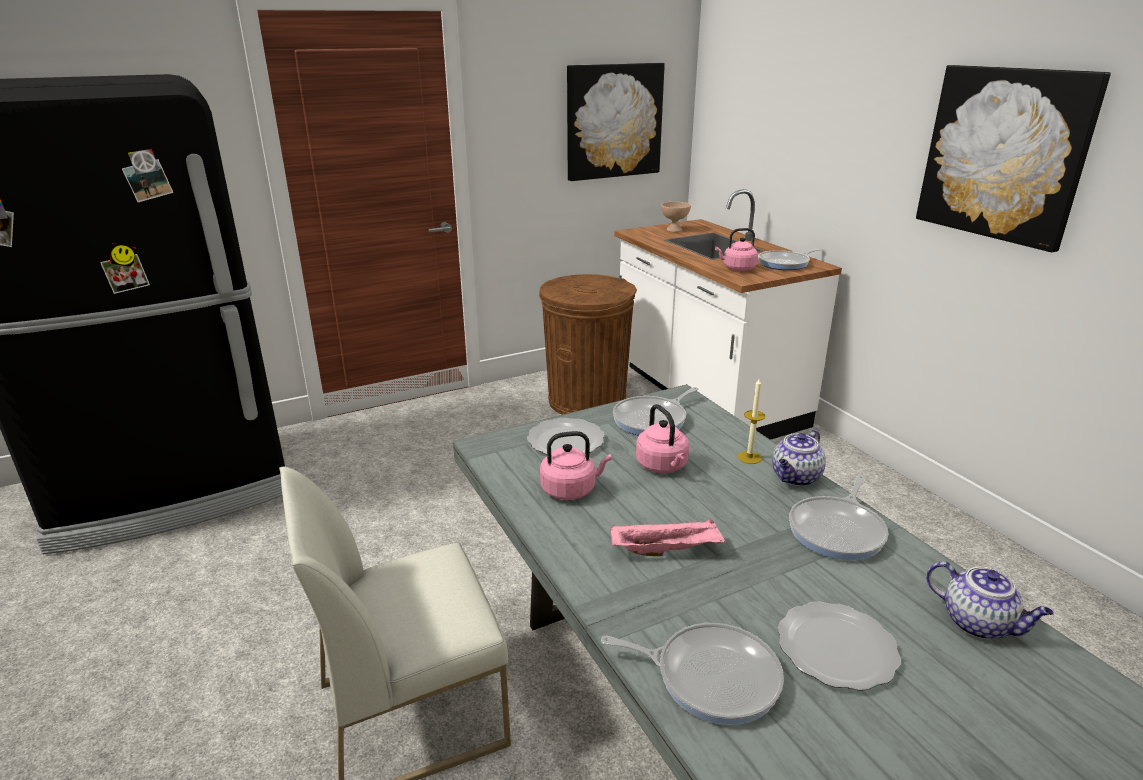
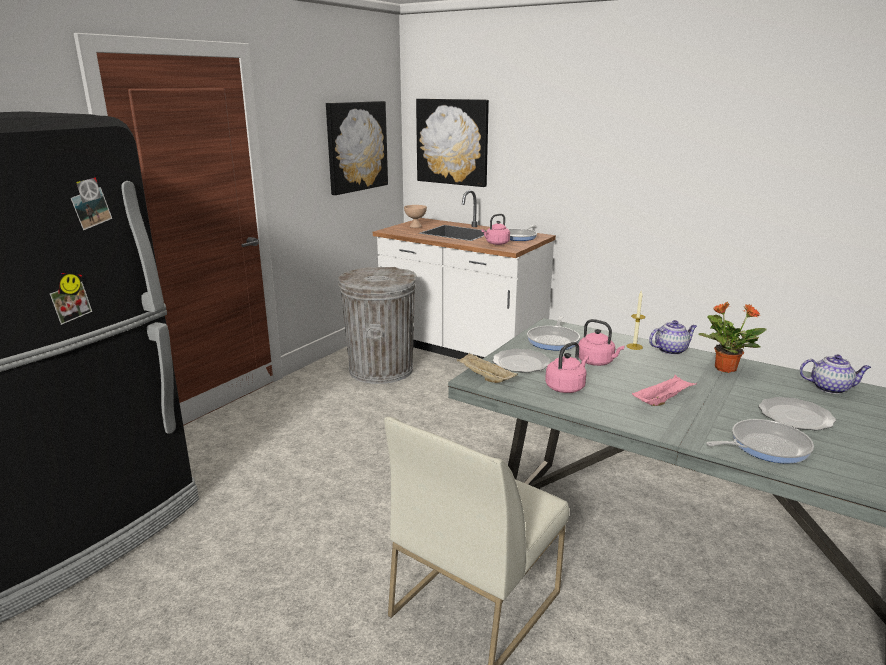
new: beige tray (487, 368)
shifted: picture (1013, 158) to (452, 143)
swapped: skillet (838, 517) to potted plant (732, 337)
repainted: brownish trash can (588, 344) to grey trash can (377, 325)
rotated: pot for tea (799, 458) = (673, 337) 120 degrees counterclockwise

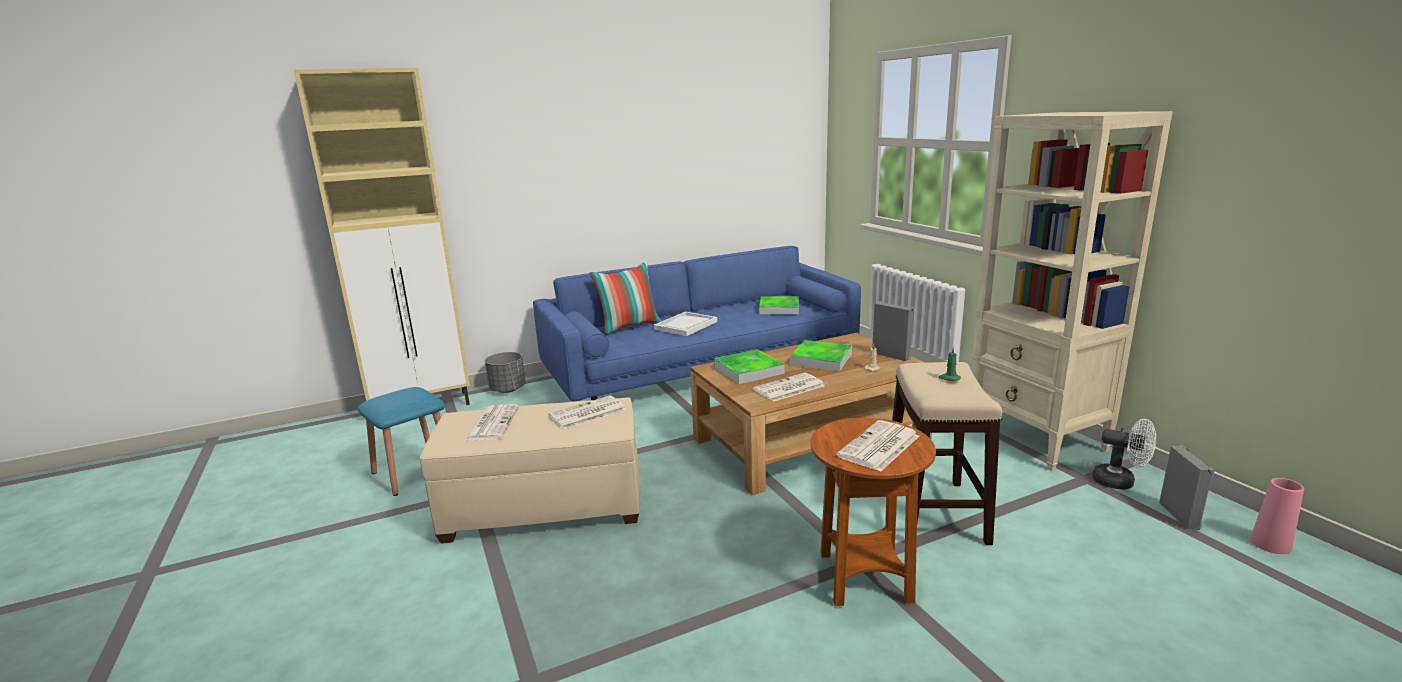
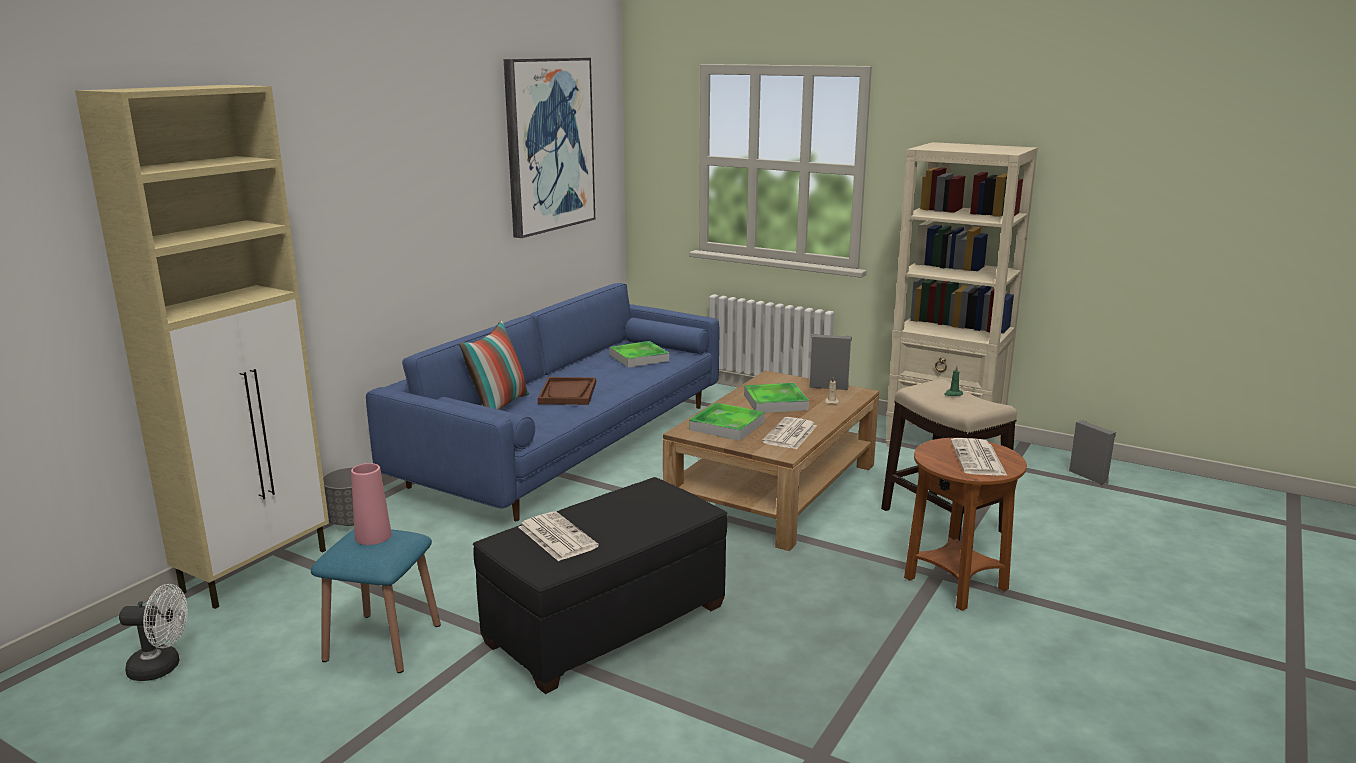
gone: newspaper (587, 412)
new: picture (549, 148)
shifted: whitish cooling fan (1124, 454) to (153, 632); pink-coloured vase (1277, 516) to (371, 504)
repainted: beige footrest (529, 470) to black-coloured footrest (600, 585); whitish tray (685, 324) to brownish tray (567, 391)

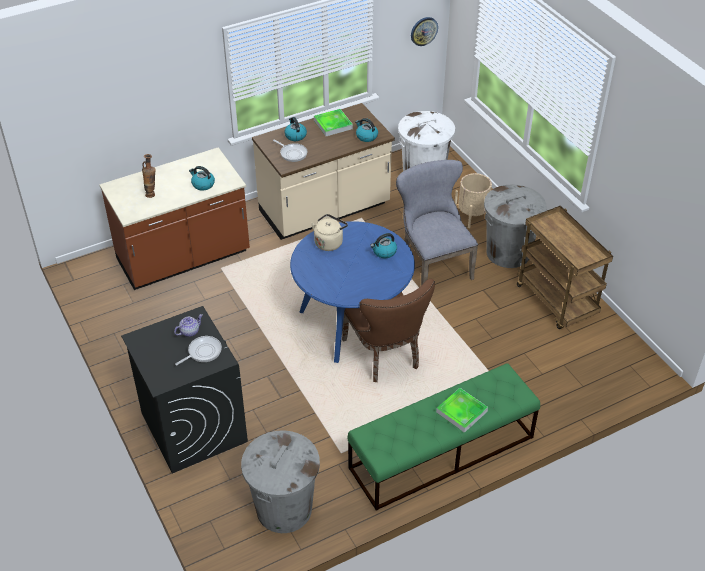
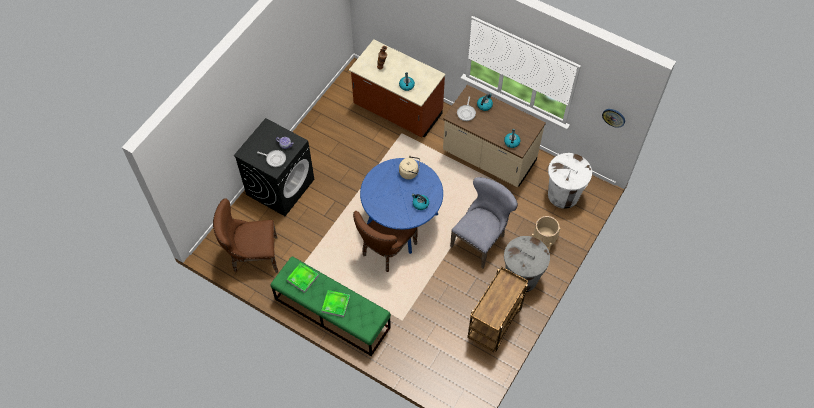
shifted: tray (333, 122) to (302, 278)
swapped: grey trash can (280, 481) to brownish chair (245, 235)

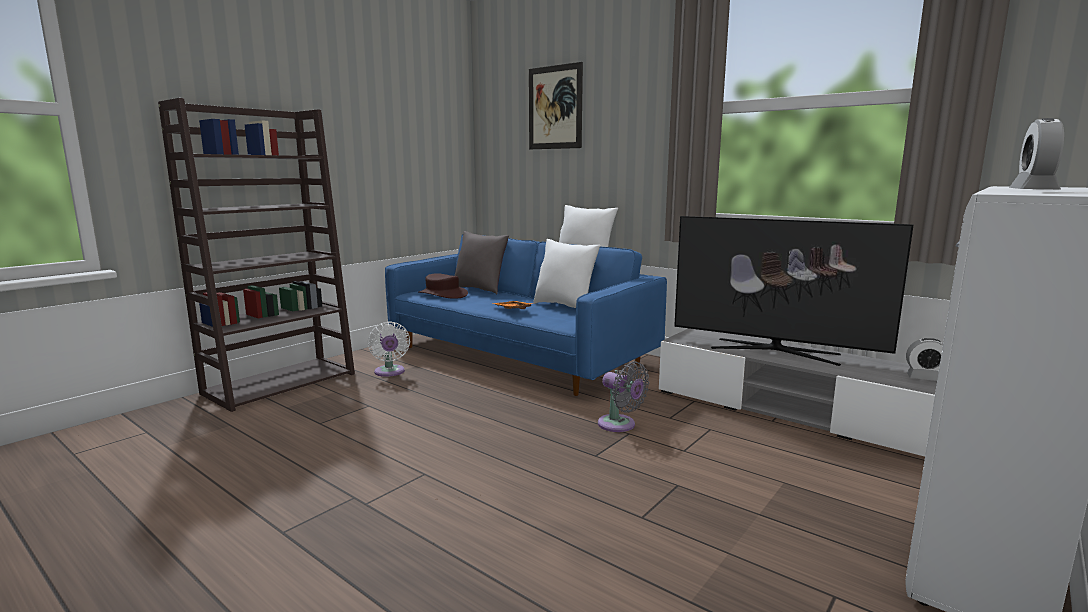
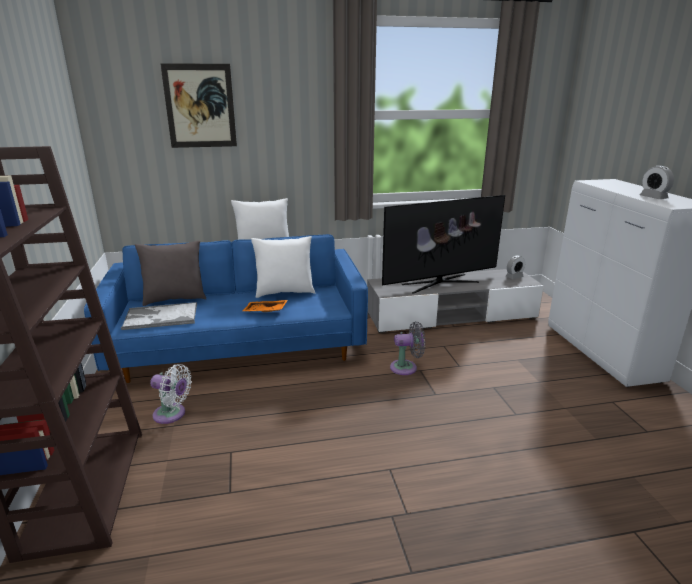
swapped: brownish wearable hat (443, 286) to tray (159, 316)

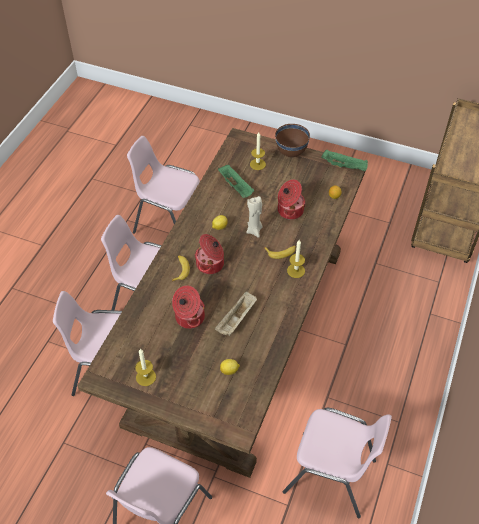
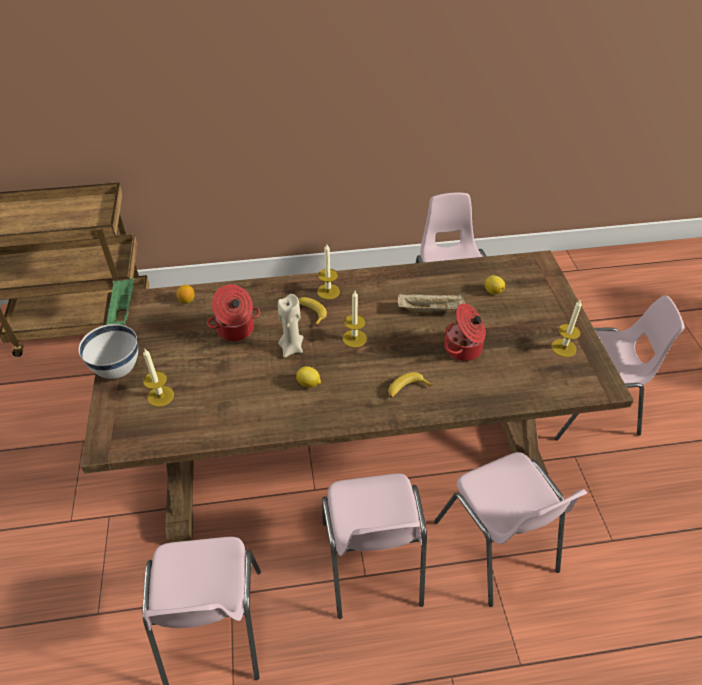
gone: stockpot (209, 254); green-coloured tray (236, 181)
new: wax candle (355, 319)
repainted: brownish deep dish (292, 140) to whitish deep dish (108, 351)

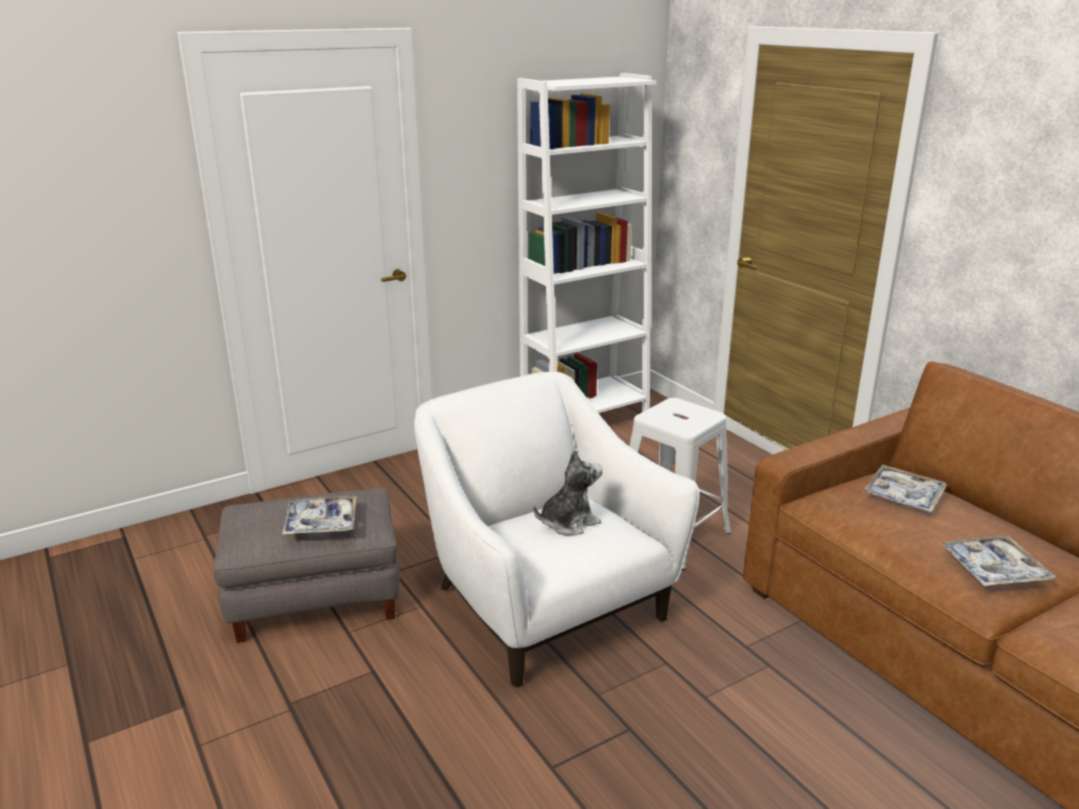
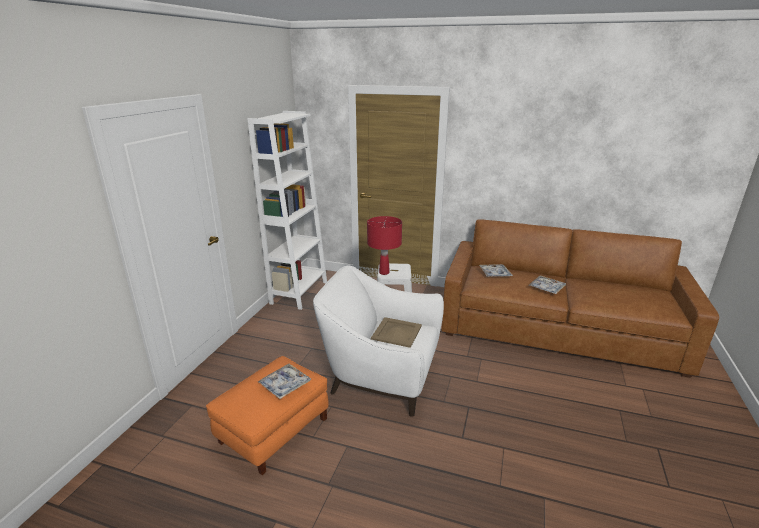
new: red lamp for a table (384, 245)
swapped: soft toy (568, 492) to beige tray (396, 332)
repainted: grey footrest (307, 565) to orangey footrest (267, 415)

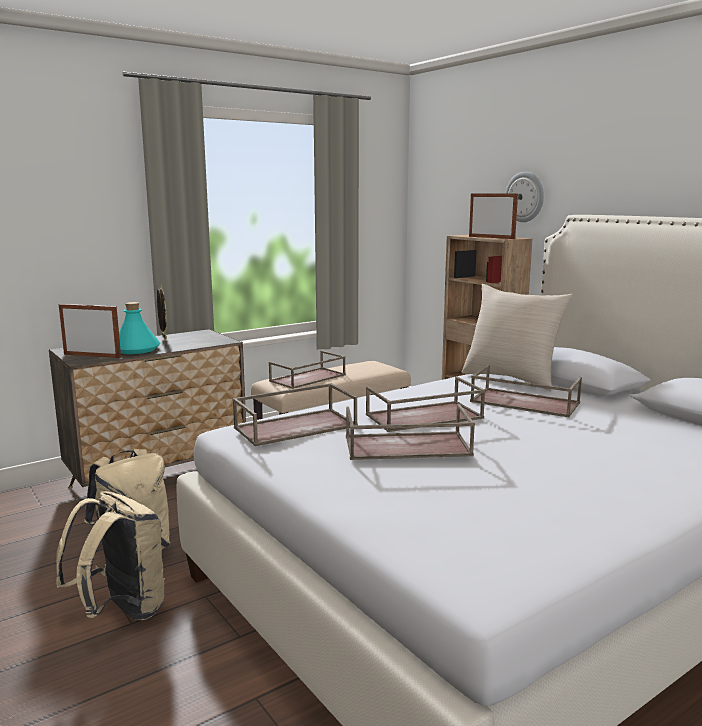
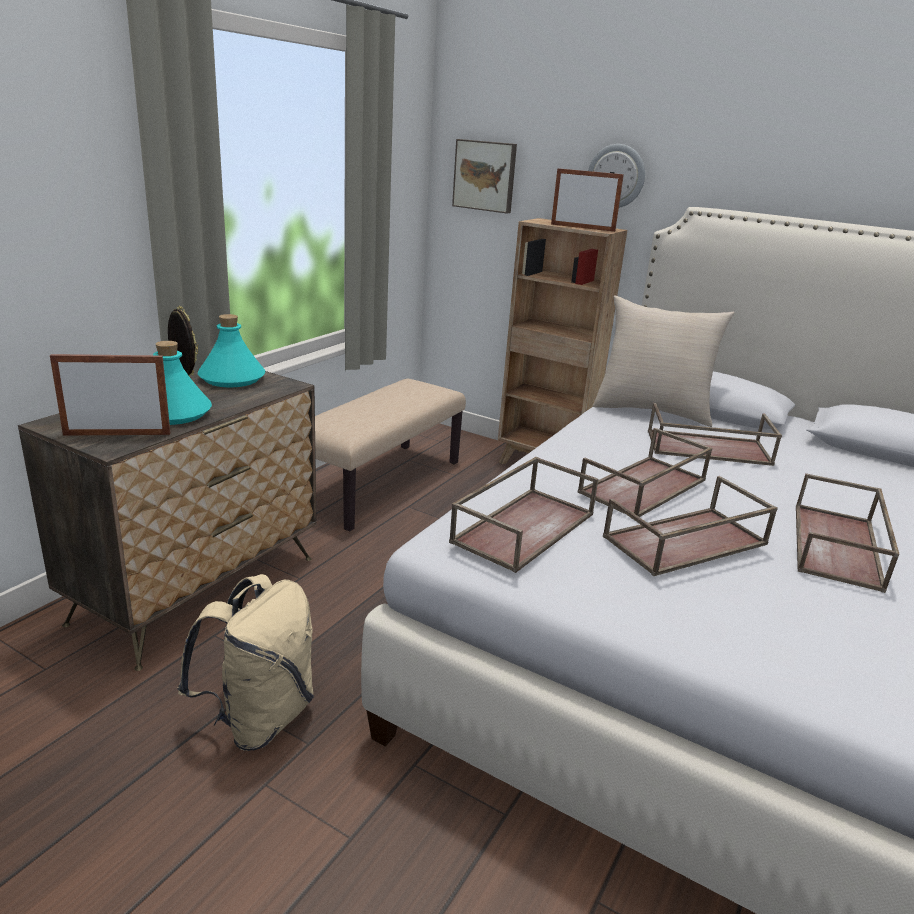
gone: beige backpack (110, 555)
new: turquoise-coloured bottle (231, 350); picture (484, 176)
shifted: brownish tray (307, 370) to (847, 533)

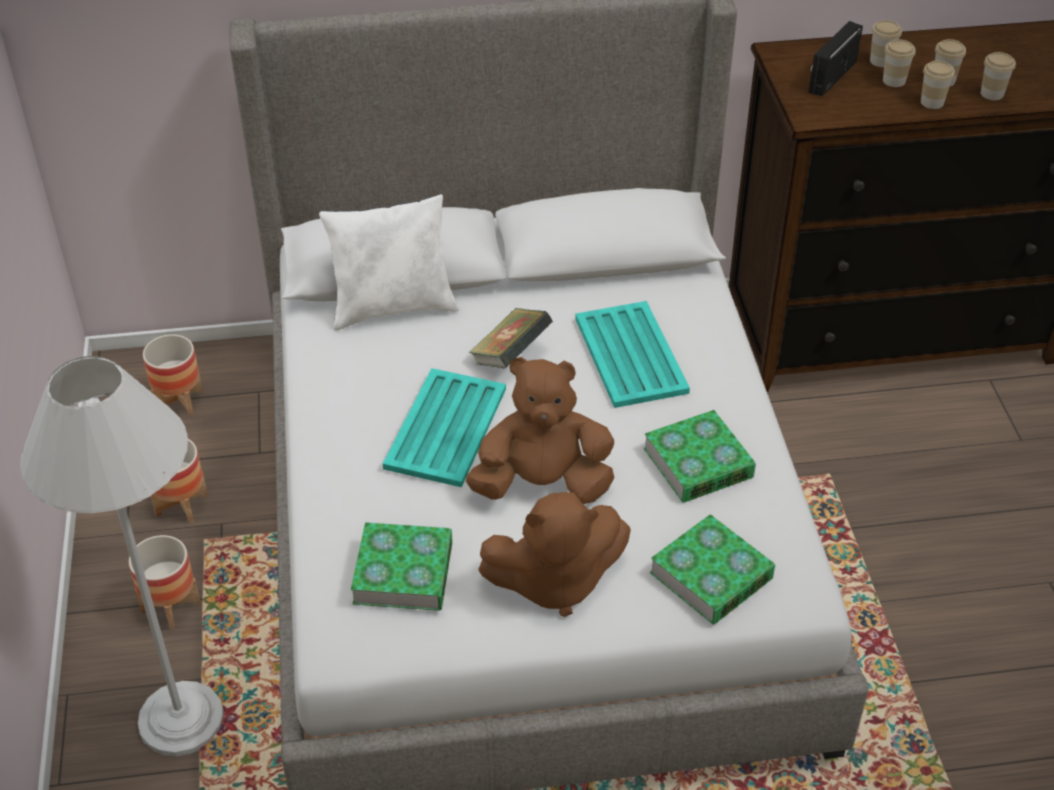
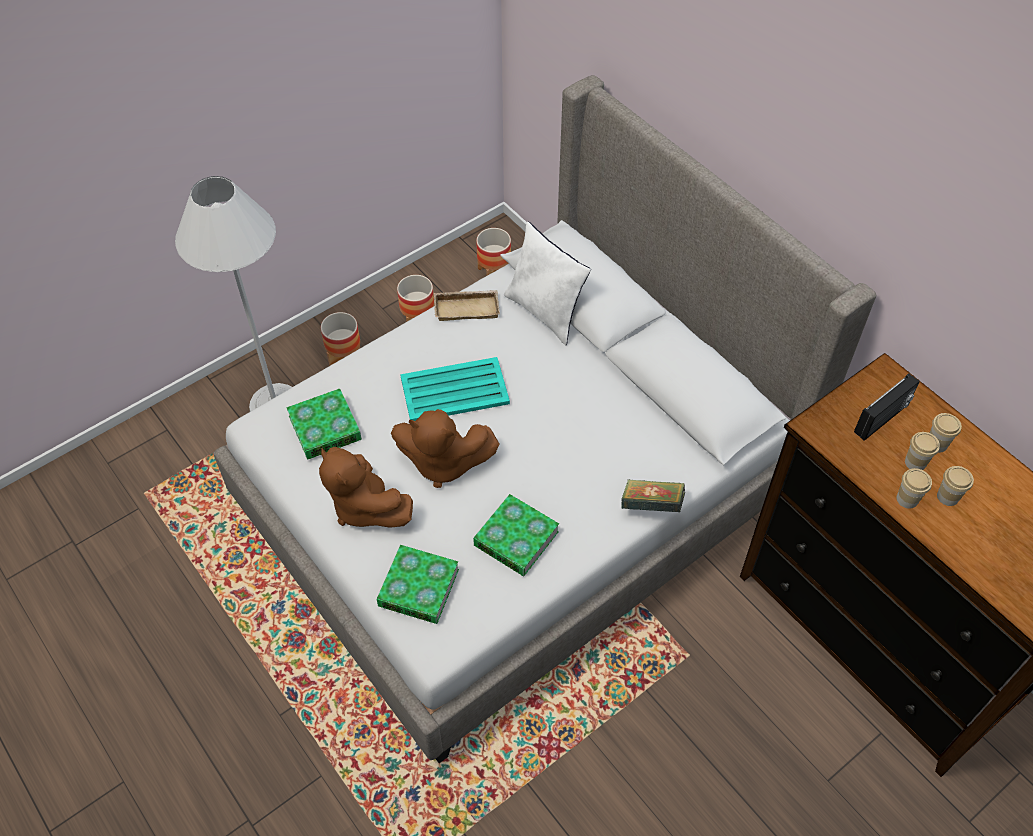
gone: turquoise-coloured tray (632, 354); cup (998, 76)
new: beige tray (467, 305)
shifted: volume (511, 338) to (653, 496)
rotated: brownish soft toy (540, 430) = (445, 448) 135 degrees clockwise; radio receiver (836, 59) = (887, 407) 135 degrees clockwise

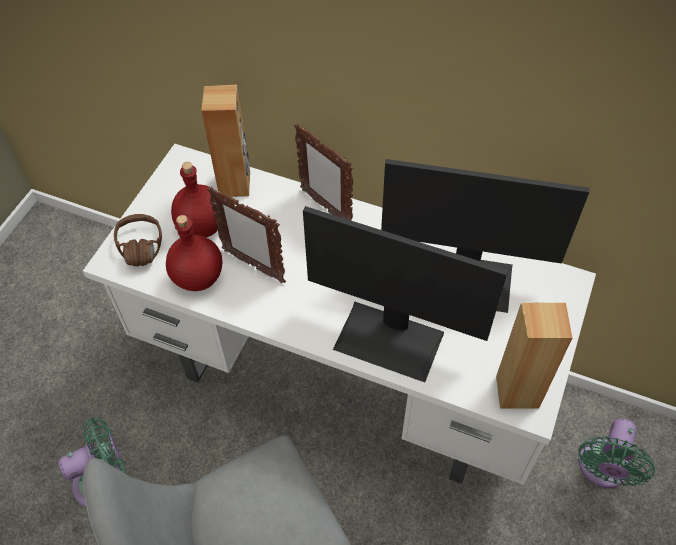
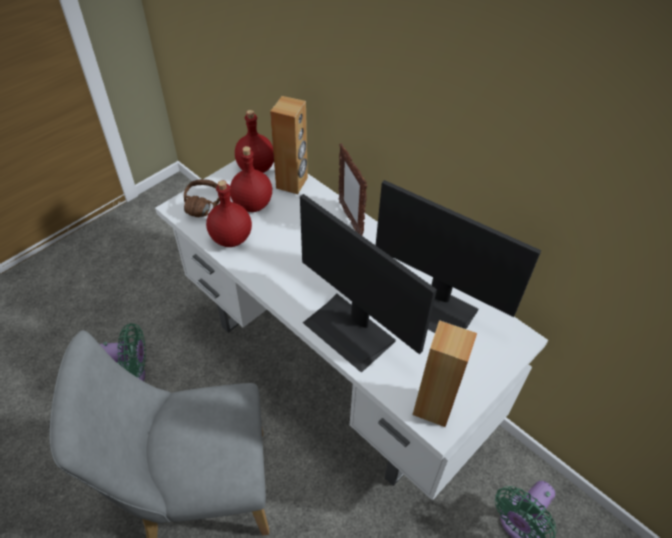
gone: photo frame (246, 234)
new: red bottle (254, 141)

